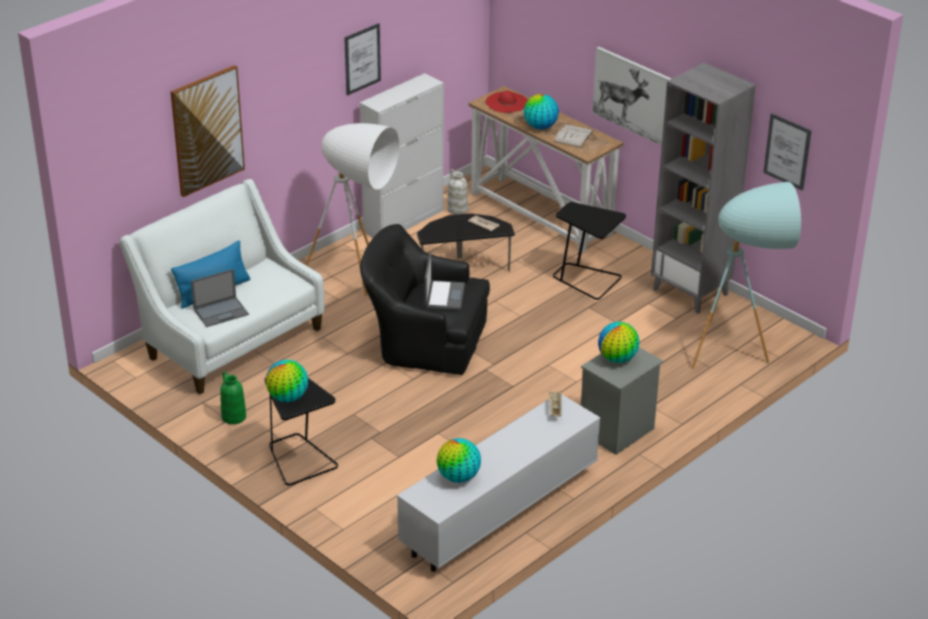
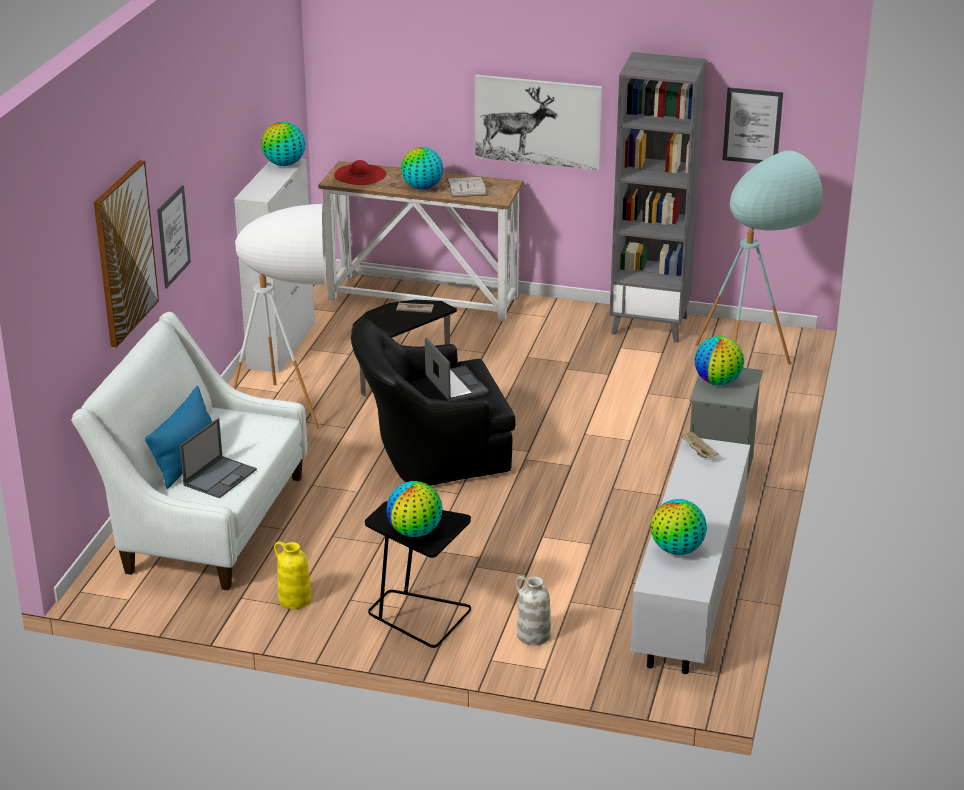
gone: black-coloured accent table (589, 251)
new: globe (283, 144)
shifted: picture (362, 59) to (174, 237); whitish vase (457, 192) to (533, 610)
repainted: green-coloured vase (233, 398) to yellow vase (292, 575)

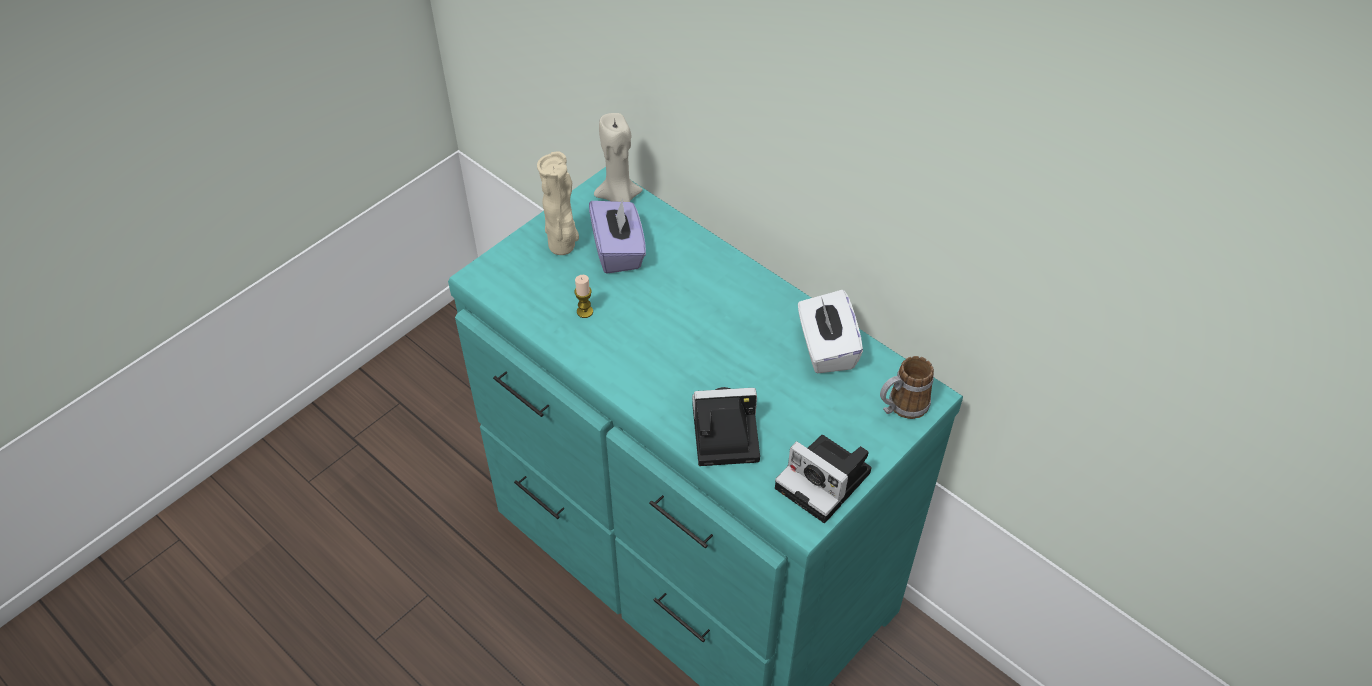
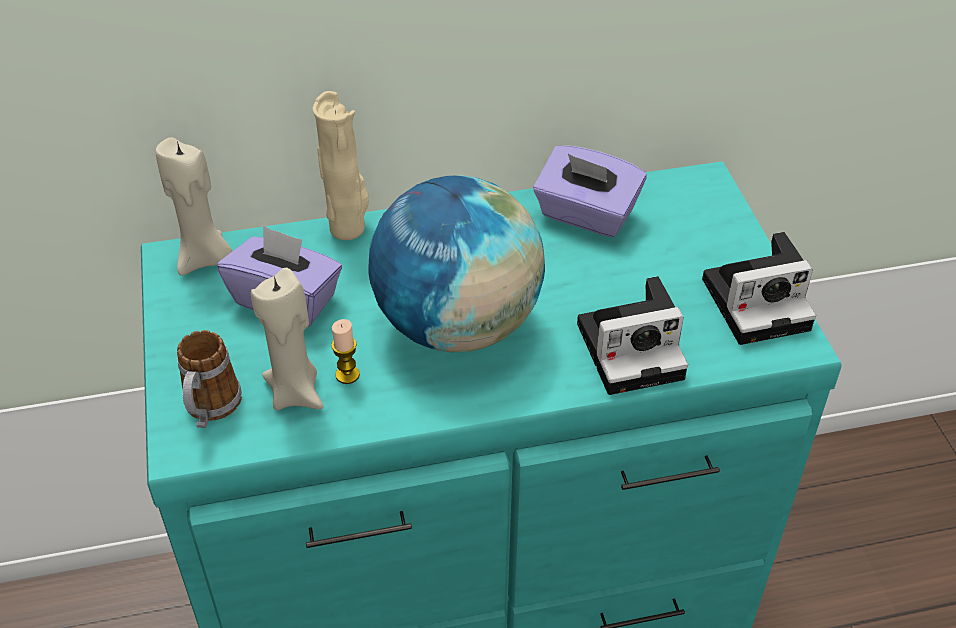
new: beige wax candle (287, 339); globe (457, 263)
shifted: beige vase (558, 203) to (340, 165); tea mug (907, 387) to (209, 379)
repainted: whitish box of tissues (830, 331) to purplish box of tissues (590, 191)
rotated: still camera (726, 426) = (632, 335) 135 degrees counterclockwise

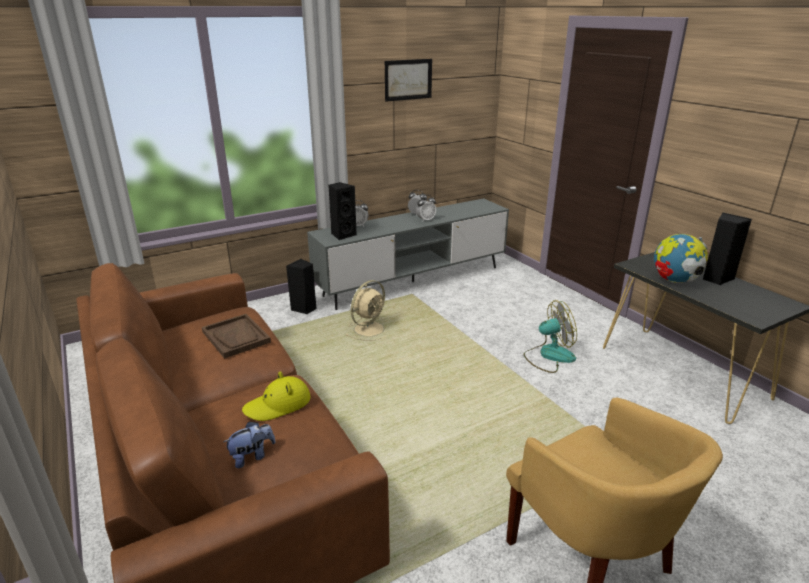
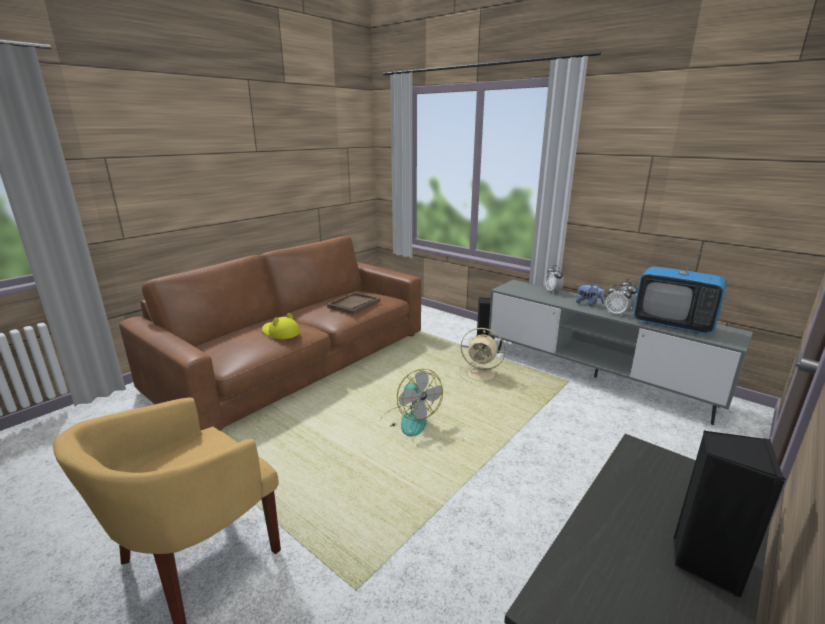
gone: black-coloured loudspeaker (342, 211); picture (408, 80); globe (681, 258)
new: TV set (680, 285)
shifted: soft toy (250, 445) to (590, 295); cooling fan (550, 336) to (412, 402)

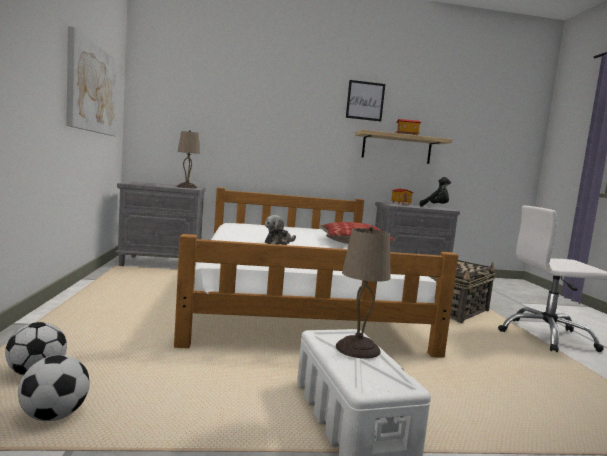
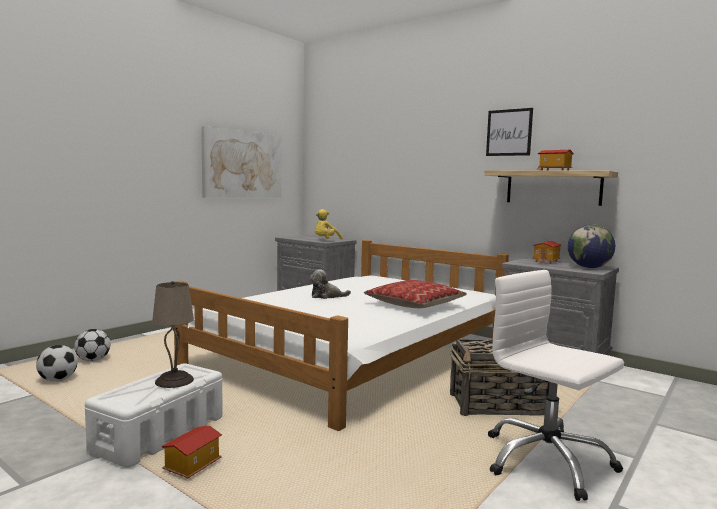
new: miniature house (192, 452)
swapped: beige lamp for a table (188, 159) to yellow soft toy (329, 224); black-coloured soft toy (435, 191) to globe (591, 246)

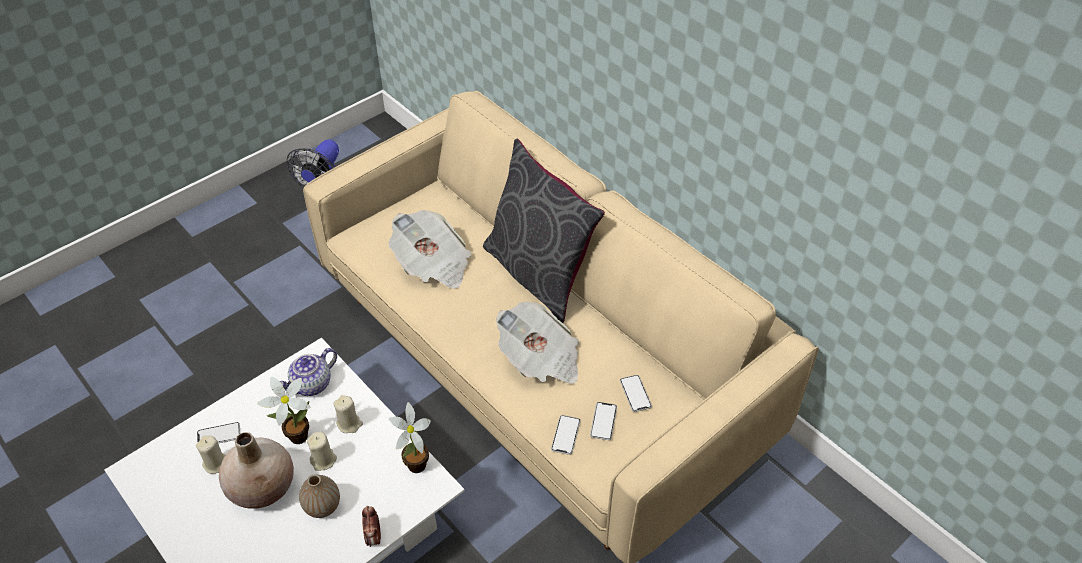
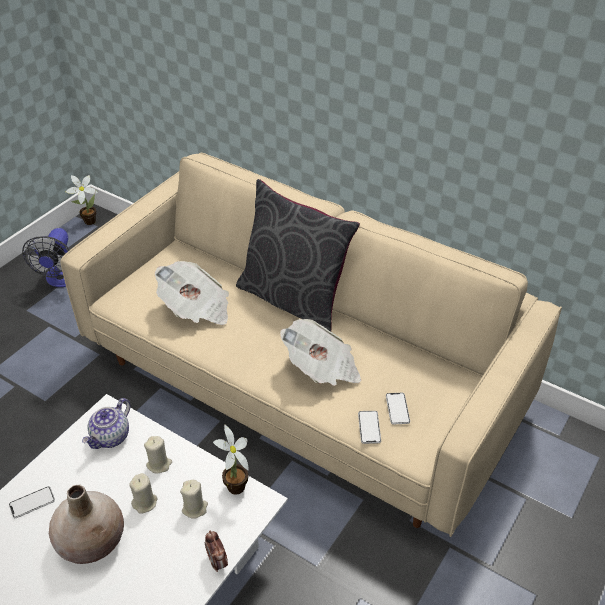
gone: vase (319, 496); phone (636, 393)
shifted: beige wax candle (211, 455) to (194, 499); potted plant (284, 410) to (82, 200)

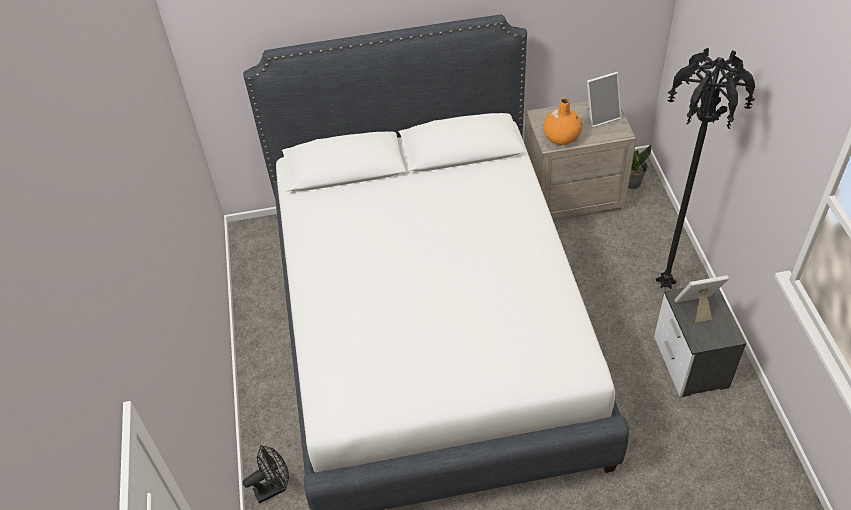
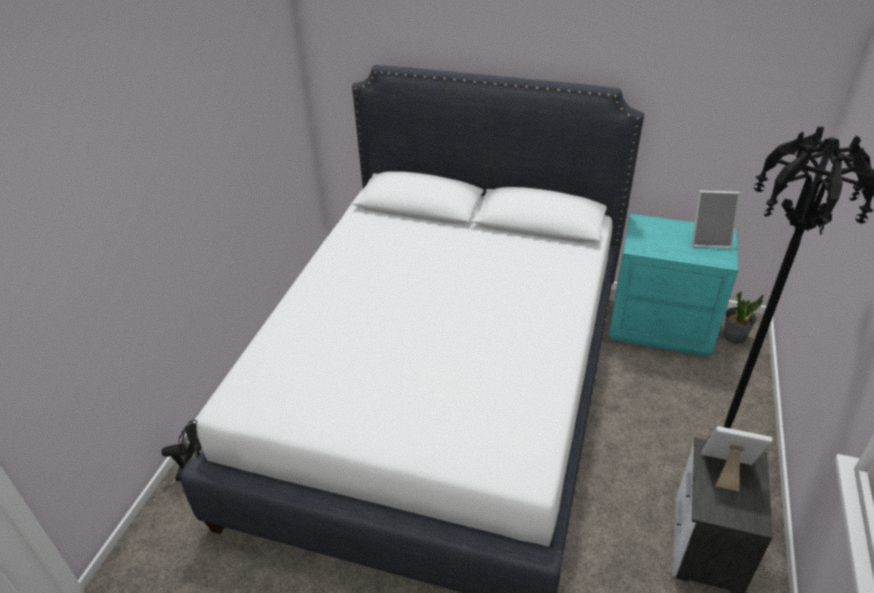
gone: orangey vase (562, 121)
repainted: beige nightstand (580, 161) to turquoise-coloured nightstand (673, 285)

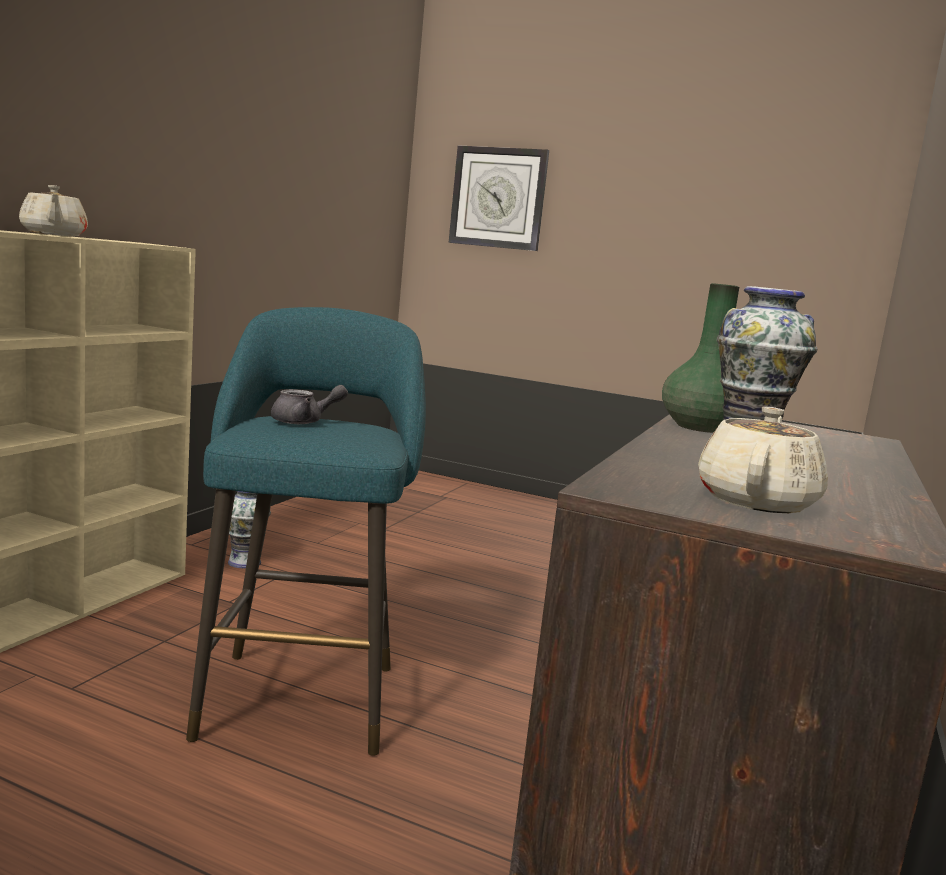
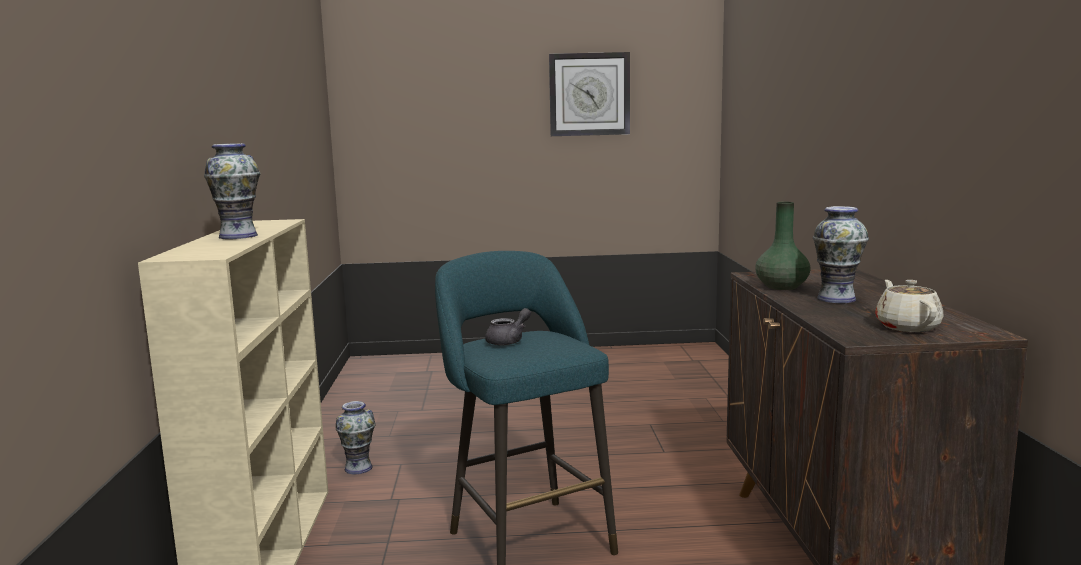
shifted: clock on the wall (499, 198) to (589, 94)
swapped: beige pot for tea (53, 210) to vase (232, 191)

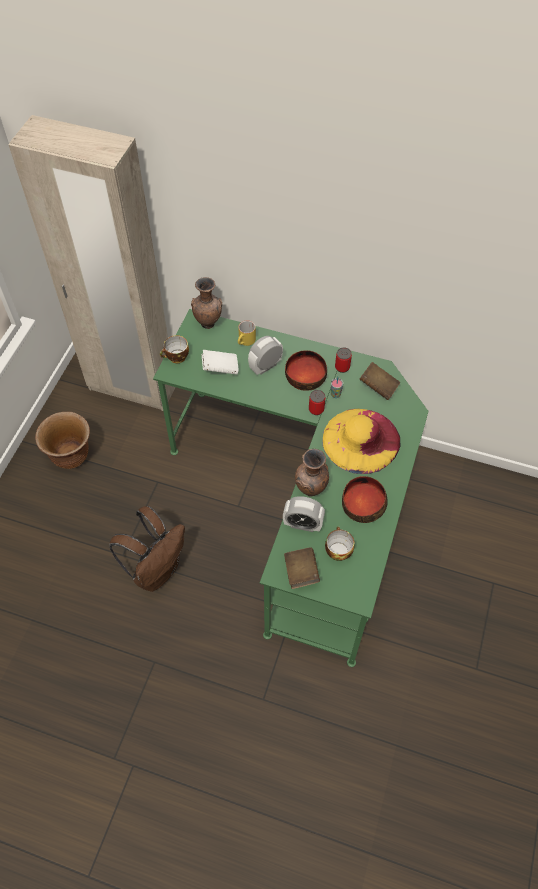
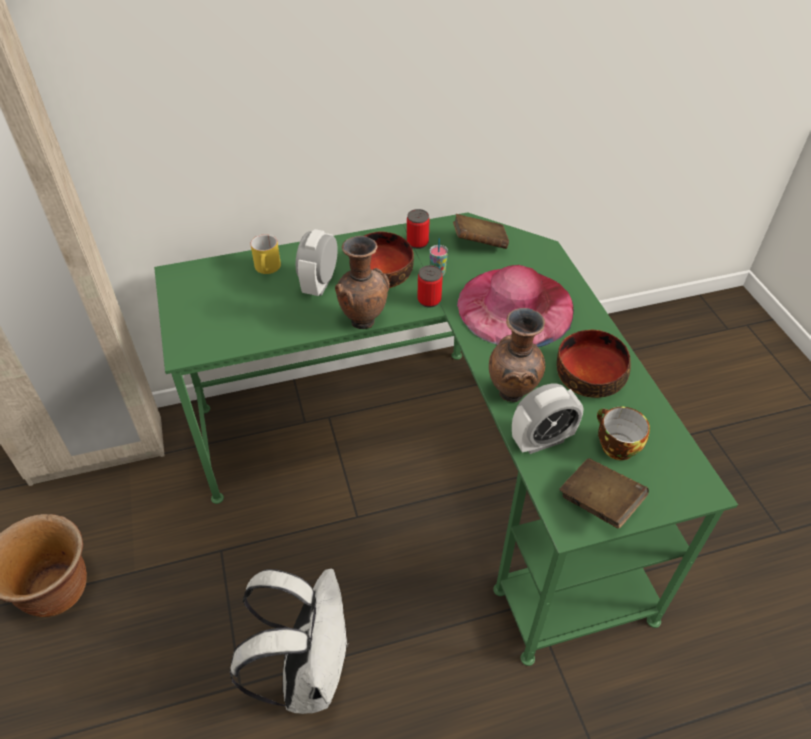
gone: cup (174, 349); whitish volume (220, 362)
shifted: brownish vase (206, 303) to (362, 282)
repainted: brownish backpack (147, 549) to whitish backpack (289, 641); yellow wearable hat (361, 441) to pink-coloured wearable hat (515, 306)

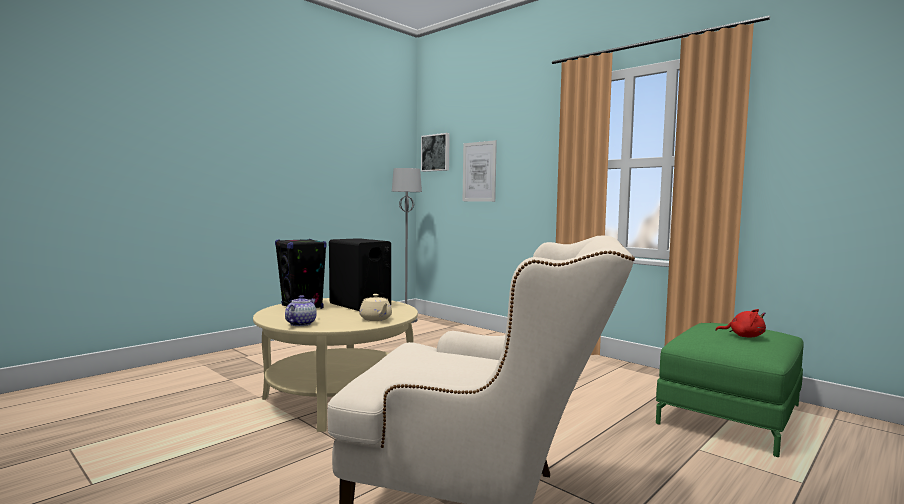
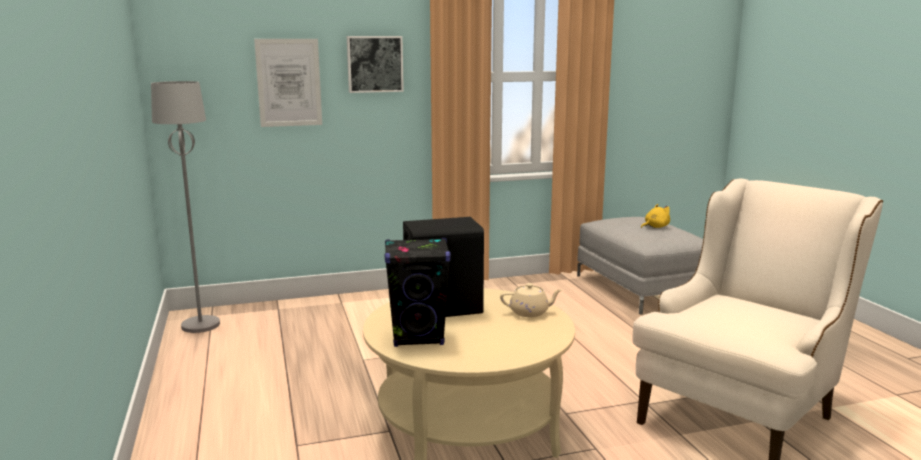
gone: pot for tea (301, 310)
shifted: picture (435, 152) to (375, 64)
repainted: green-coloured footrest (730, 390) to grey footrest (640, 265); red soft toy (740, 323) to yellow soft toy (655, 216)

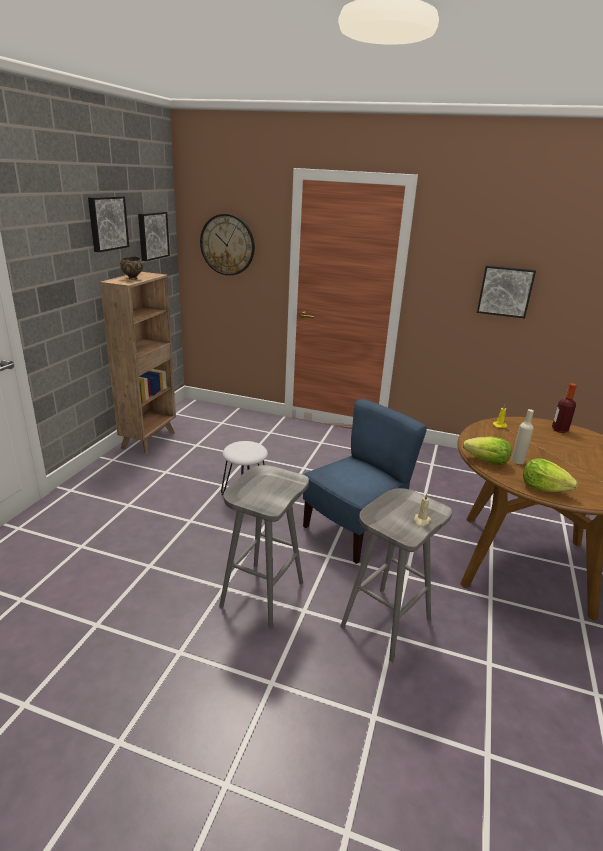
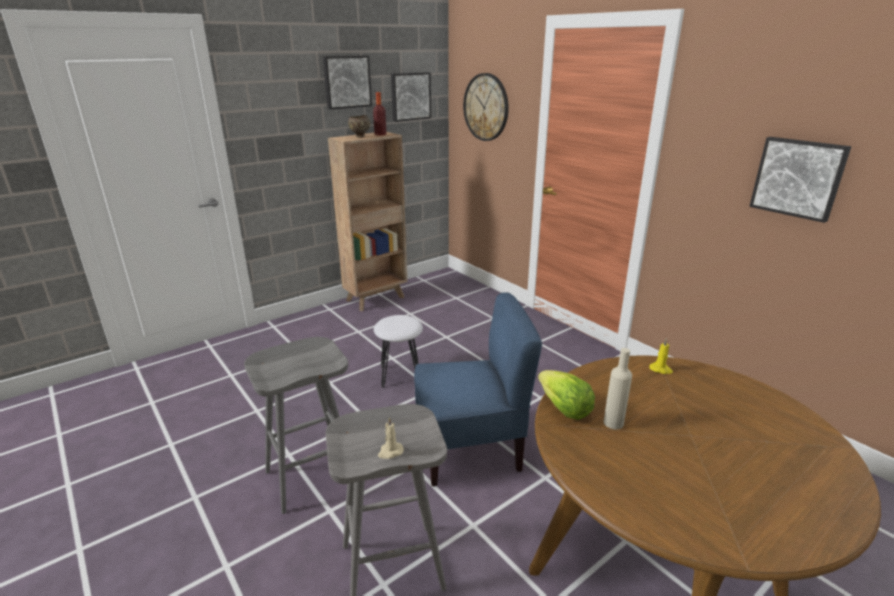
gone: lettuce (550, 475)
shifted: bottle (564, 408) to (380, 114)

